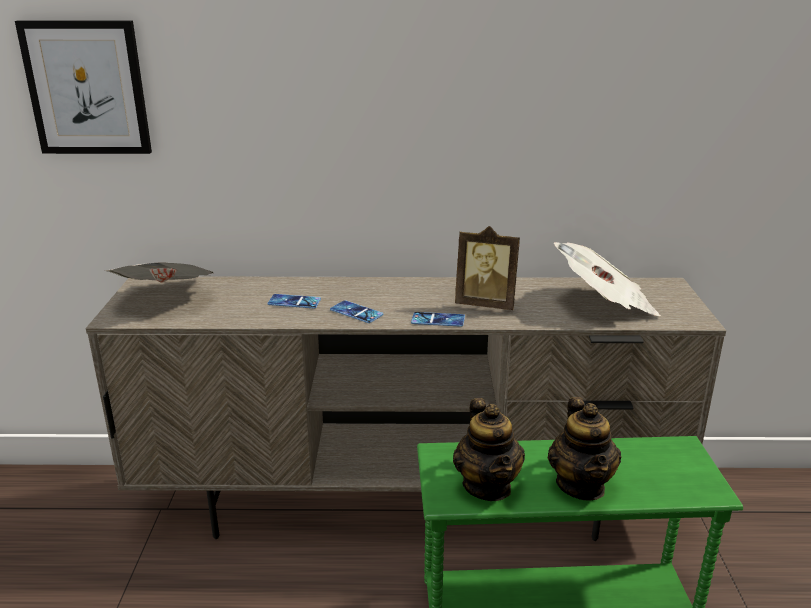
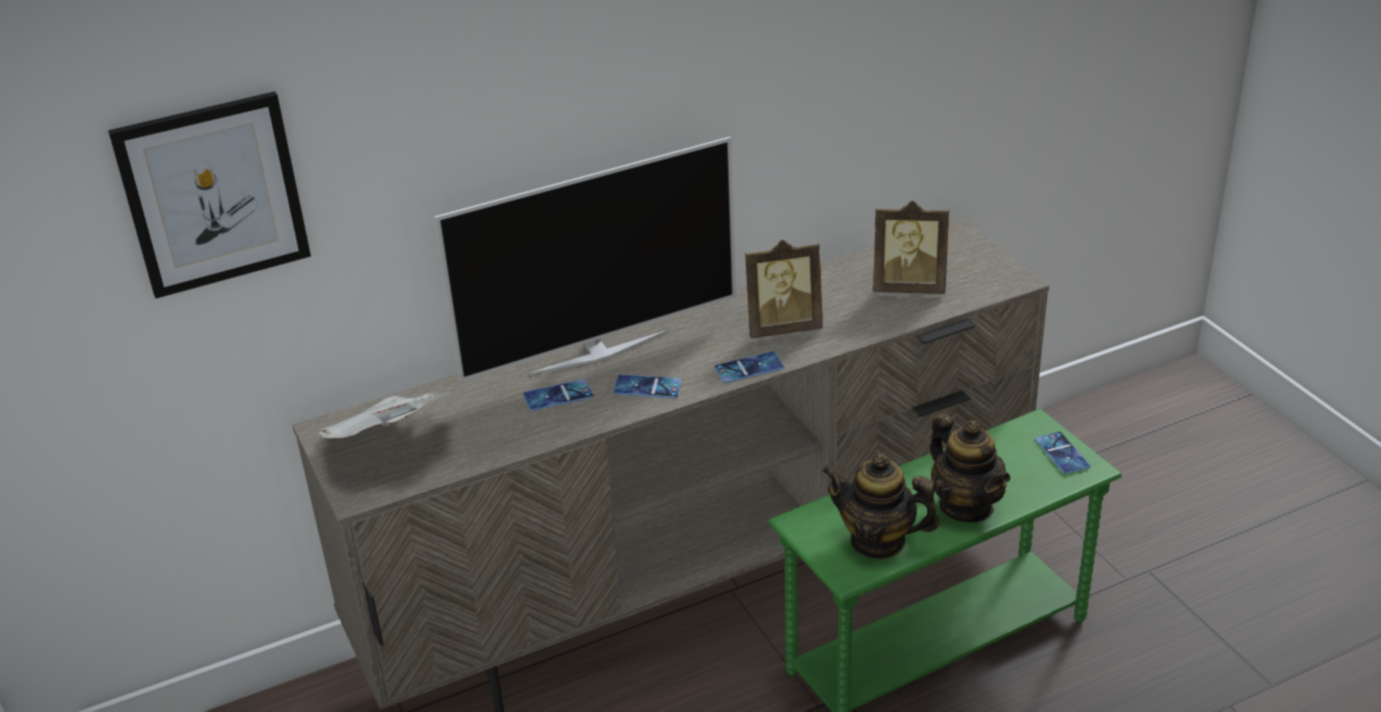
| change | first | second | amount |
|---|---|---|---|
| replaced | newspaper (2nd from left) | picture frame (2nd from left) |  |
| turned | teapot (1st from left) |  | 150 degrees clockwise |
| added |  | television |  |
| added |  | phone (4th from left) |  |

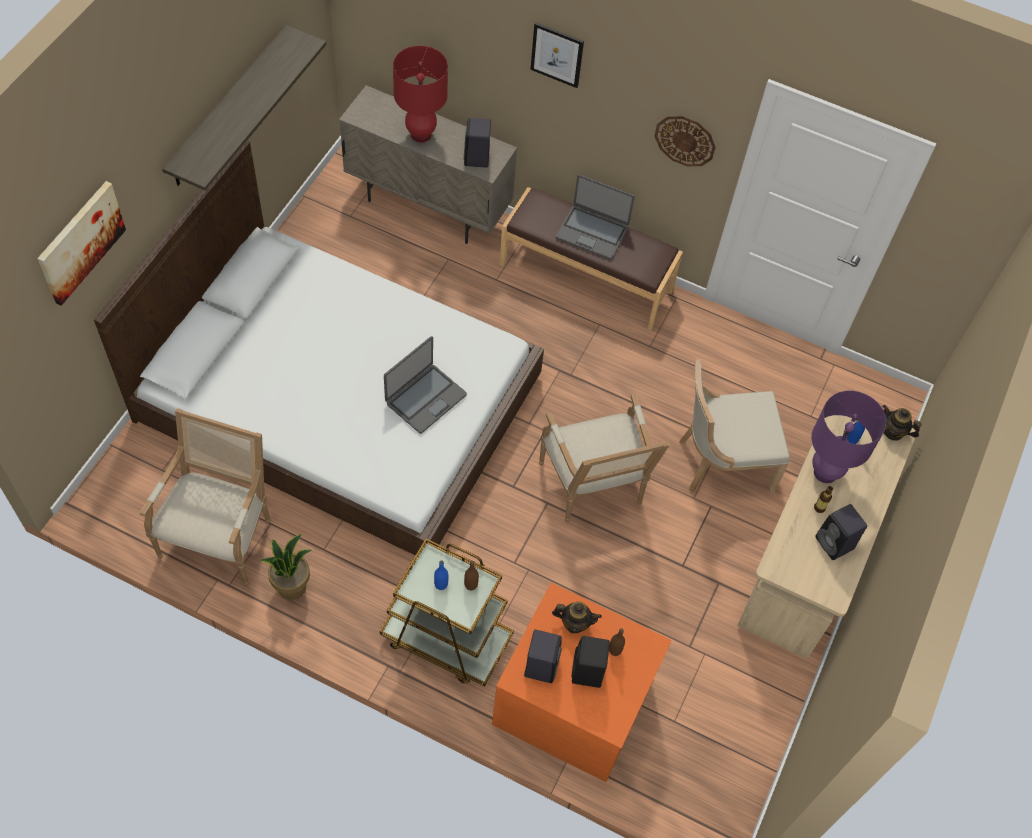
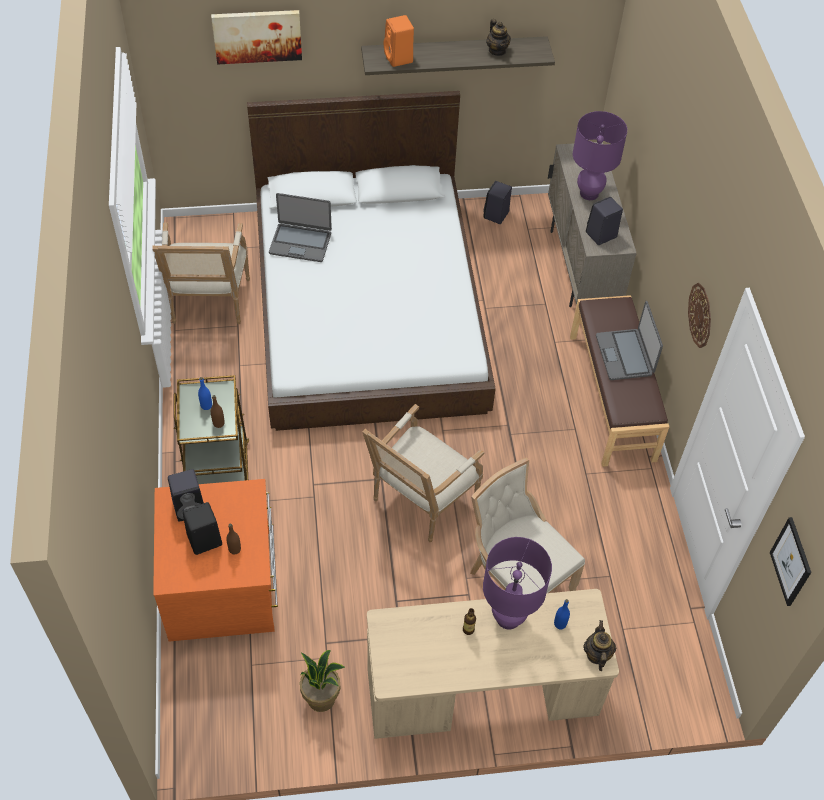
| change | first | second | amount |
|---|---|---|---|
| moved | picture (2nd from left) |  |  |
| recoloured | red table lamp | purple table lamp (2nd from left) |  |
| moved | laptop (1st from left) |  |  |
| turned | armchair (1st from left) |  | 105 degrees clockwise |
| moved | black speaker (4th from left in the first image) | black speaker (3rd from left) |  |
| moved | potted plant |  |  |
| moved | teapot (1st from left) |  |  |
| added |  | orange speaker |  |

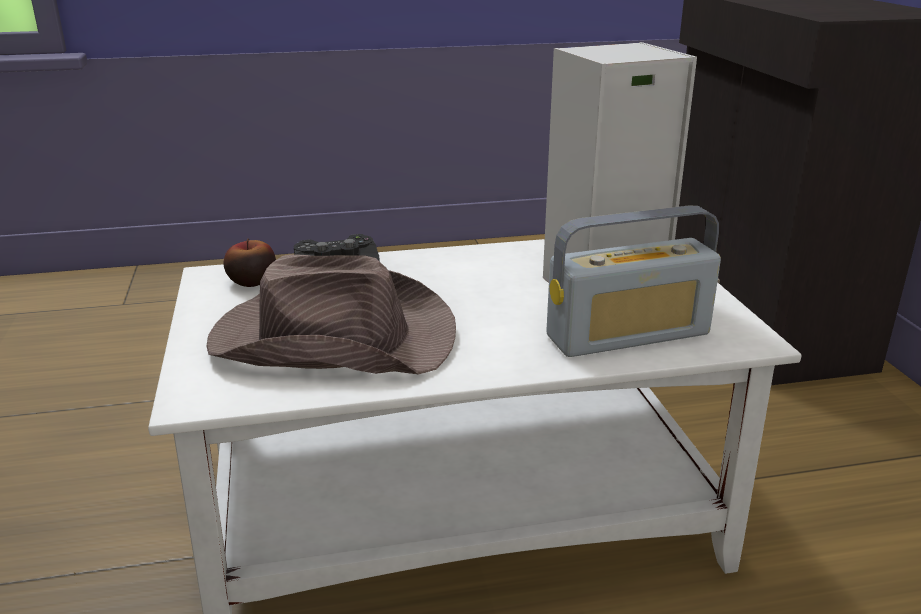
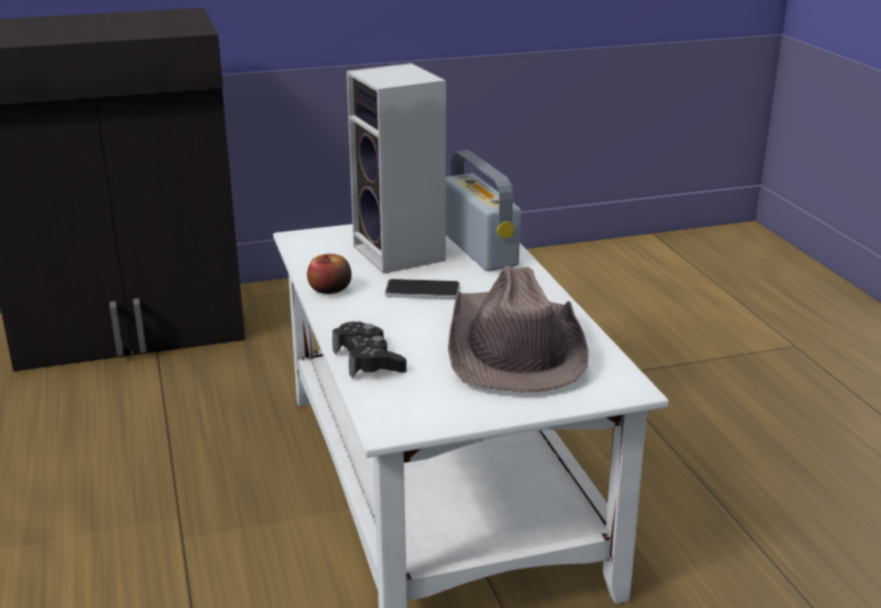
| change | first | second | amount |
|---|---|---|---|
| moved | apple |  |  |
| added |  | phone |  |

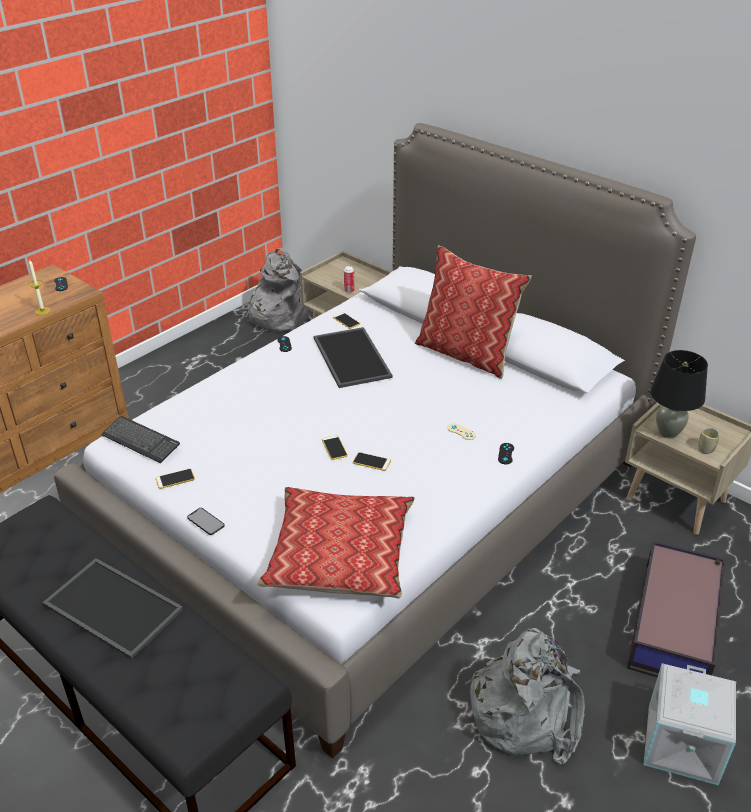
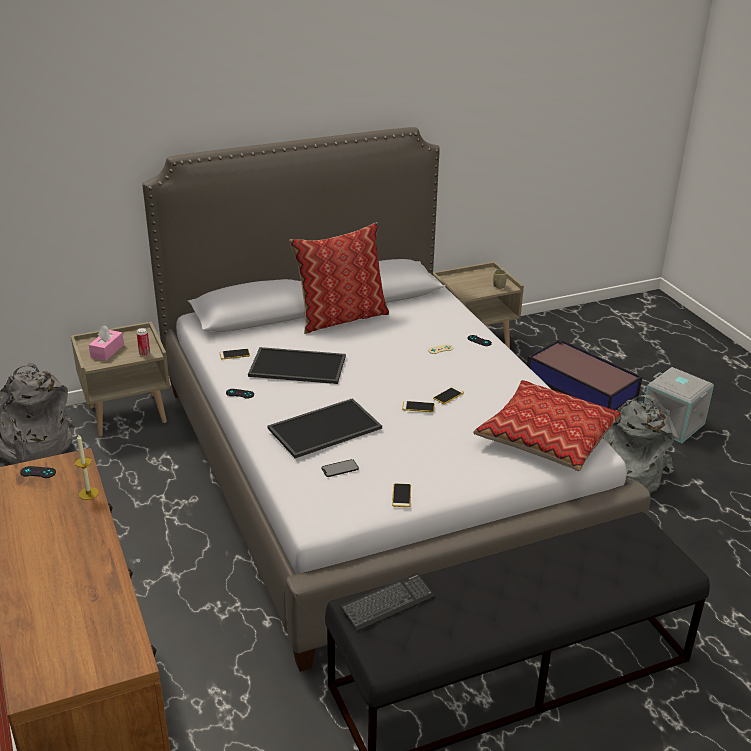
| change | first | second | amount |
|---|---|---|---|
| removed | black table lamp |  |  |
| moved | keyboard |  |  |
| moved | phone (2nd from left) |  |  |
| moved | tray (1st from left in the first image) | tray (2nd from left) |  |
| added |  | pink tissue box |  |

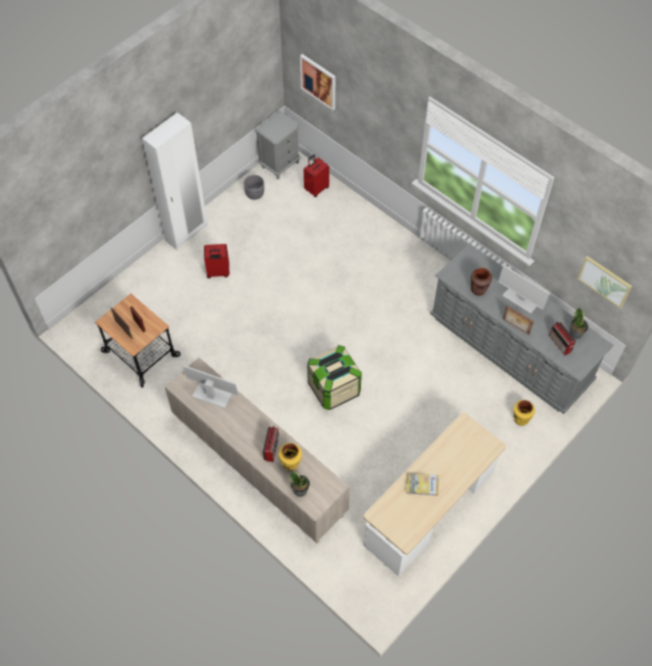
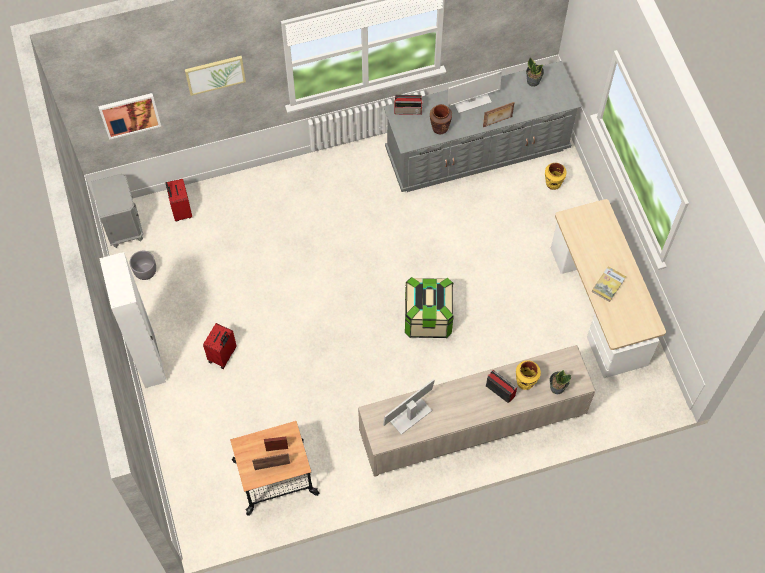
| change | first | second | amount |
|---|---|---|---|
| moved | picture (2nd from left) |  |  |
| moved | radio (2nd from left in the first image) | radio (1st from left) |  |

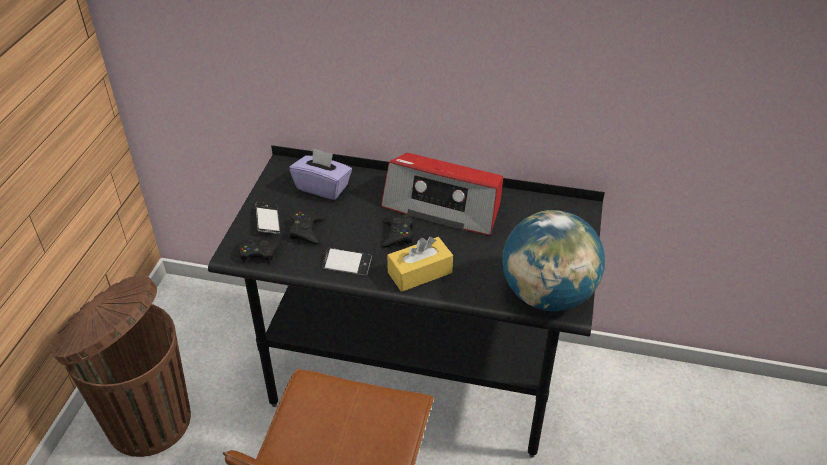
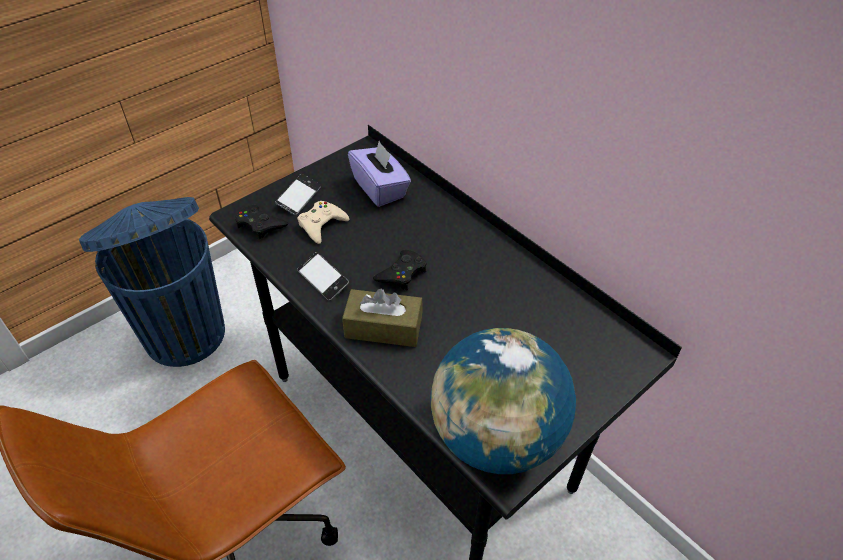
| change | first | second | amount |
|---|---|---|---|
| removed | radio |  |  |
| recoloured | black game controller (2nd from left) | beige game controller |  |
| recoloured | yellow tissue box | brown tissue box |  |
| recoloured | brown trash can | blue trash can |  |

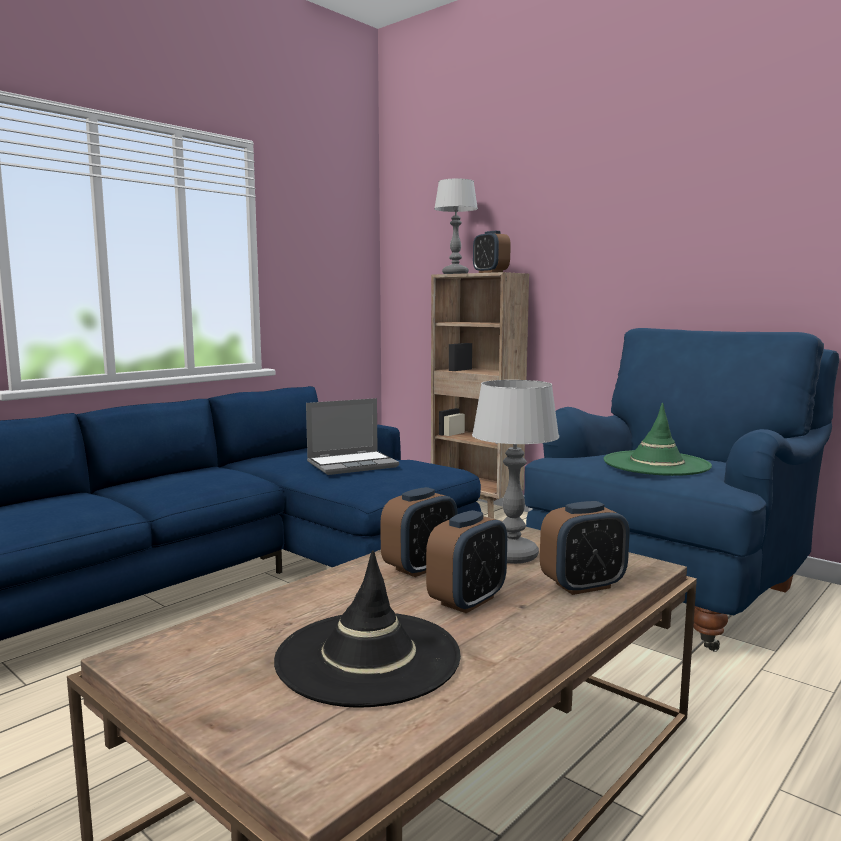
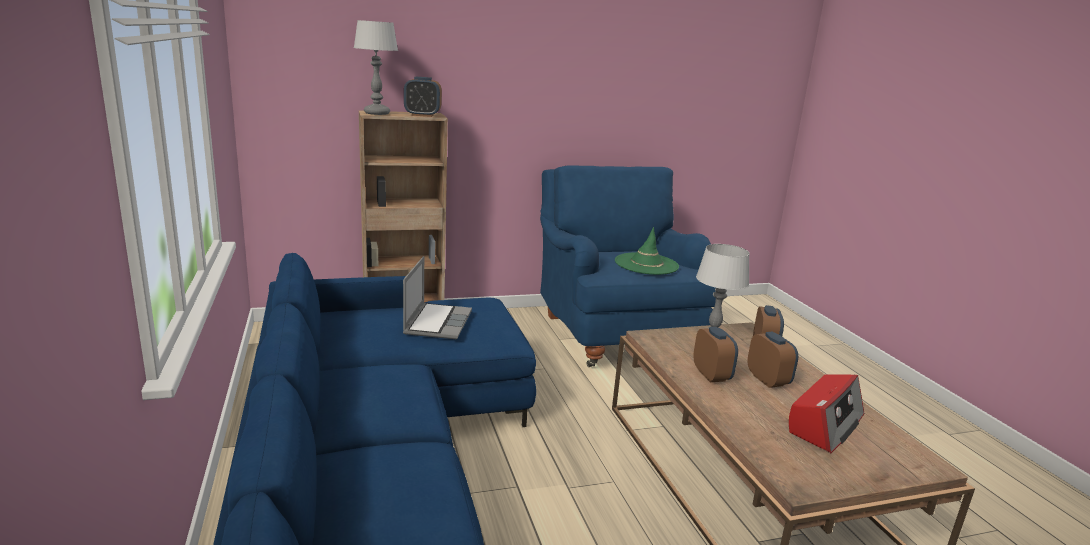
| change | first | second | amount |
|---|---|---|---|
| replaced | black hat | radio |  |

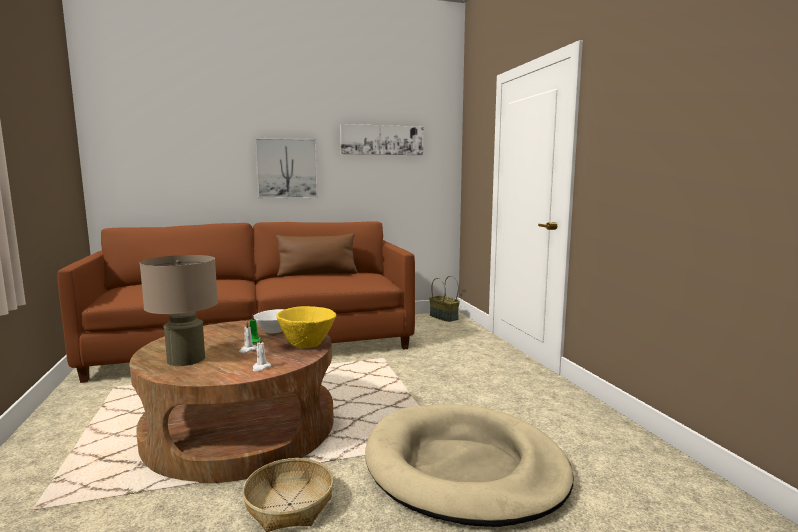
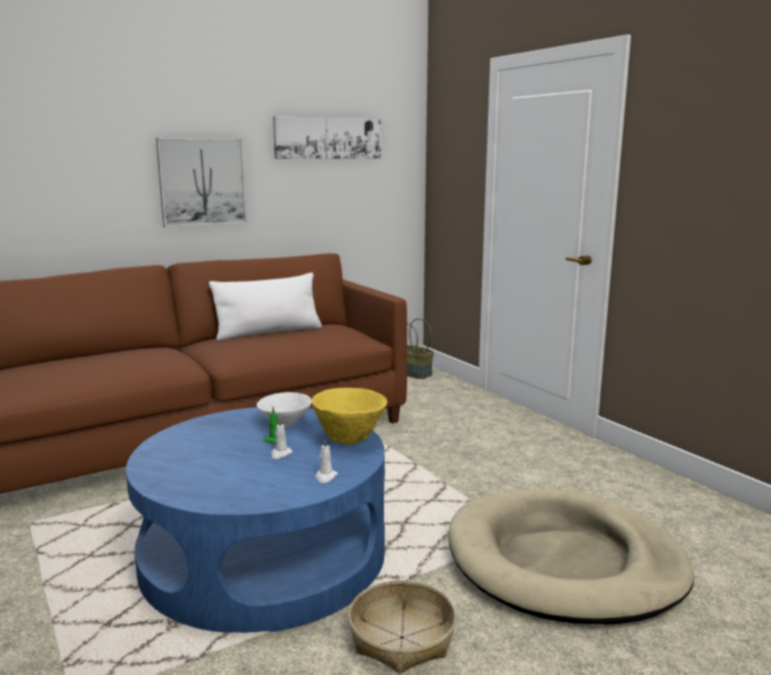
| change | first | second | amount |
|---|---|---|---|
| recoloured | brown pillow | white pillow |  |
| removed | beige table lamp |  |  |
| recoloured | brown coffee table | blue coffee table |  |

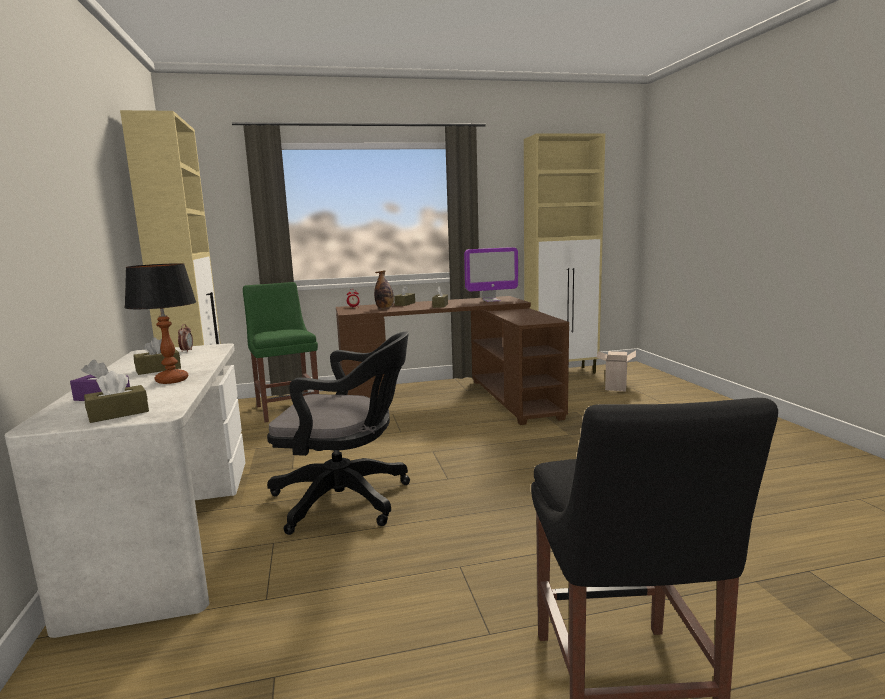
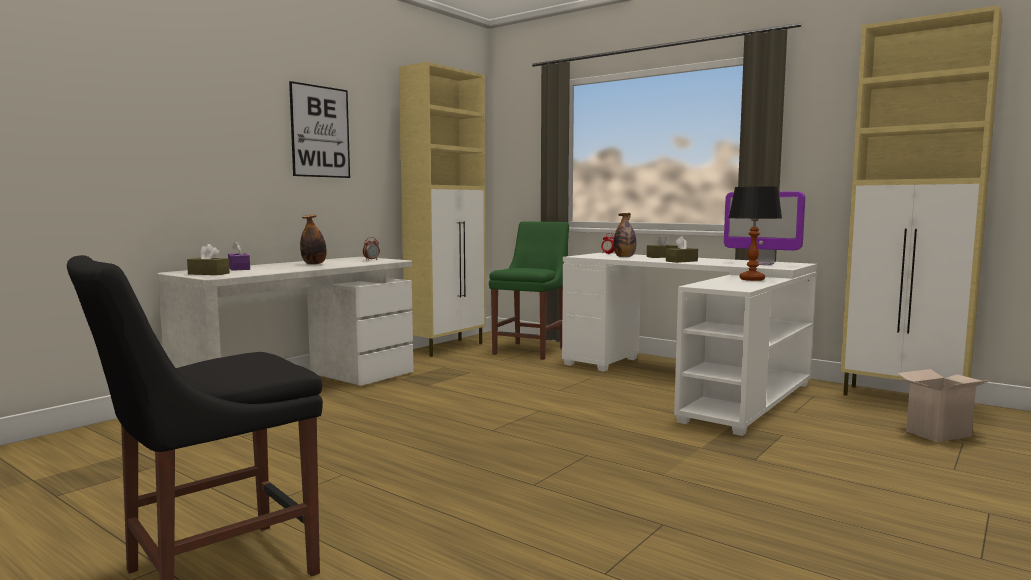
| change | first | second | amount |
|---|---|---|---|
| moved | table lamp |  |  |
| recoloured | brown desk | white desk (2nd from left) |  |
| removed | black office chair |  |  |
| replaced | brown tissue box (2nd from left) | bottle (1st from left) |  |
| added |  | picture |  |

